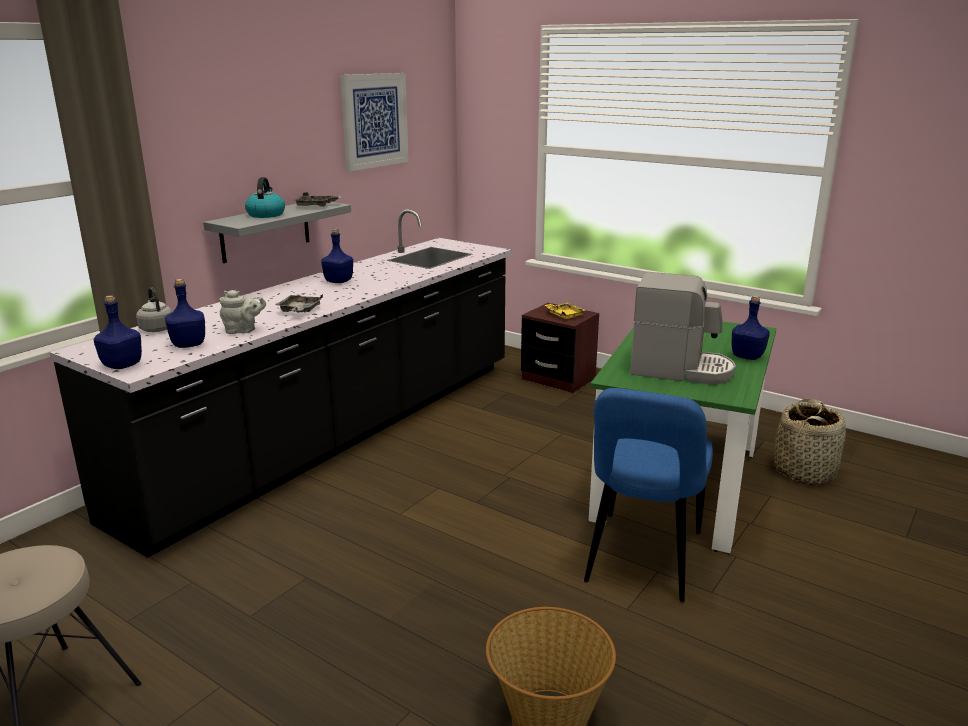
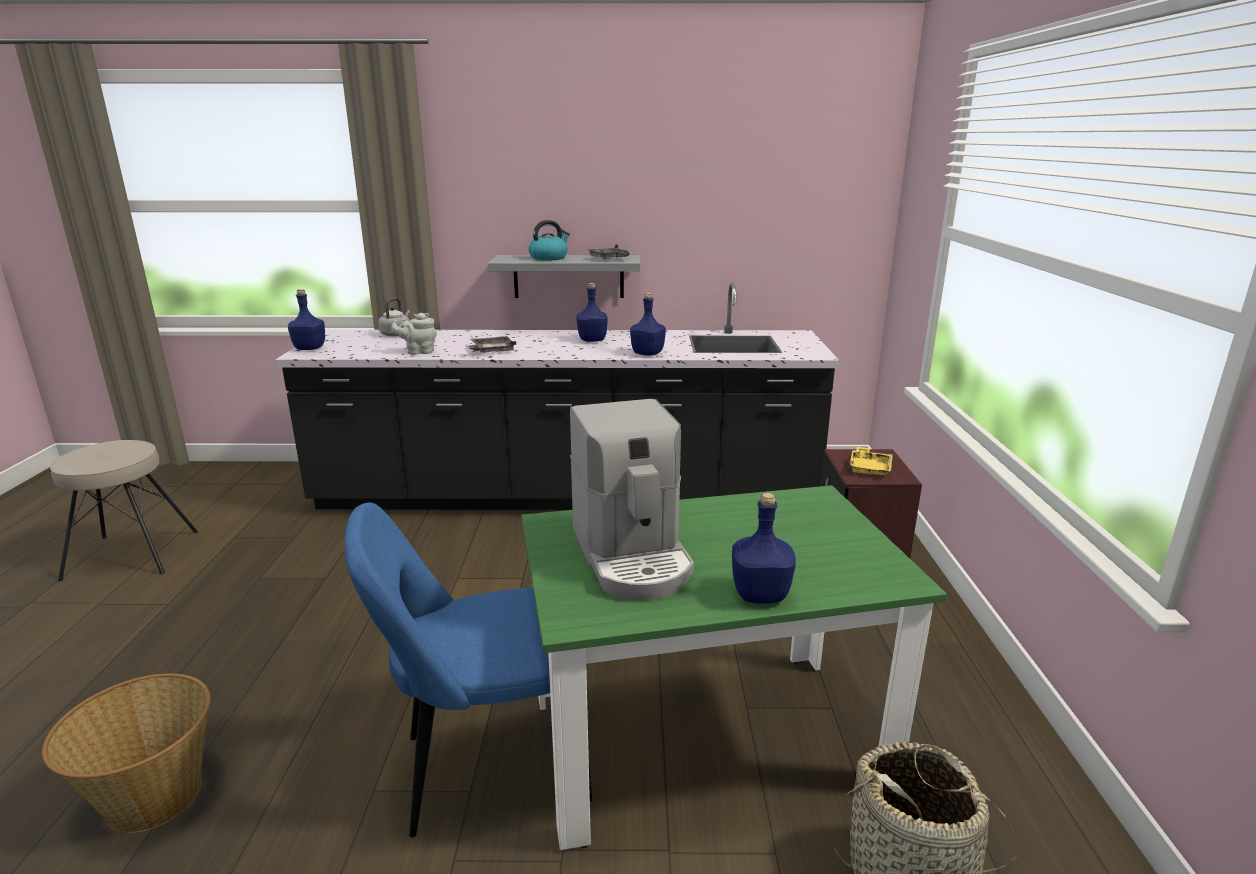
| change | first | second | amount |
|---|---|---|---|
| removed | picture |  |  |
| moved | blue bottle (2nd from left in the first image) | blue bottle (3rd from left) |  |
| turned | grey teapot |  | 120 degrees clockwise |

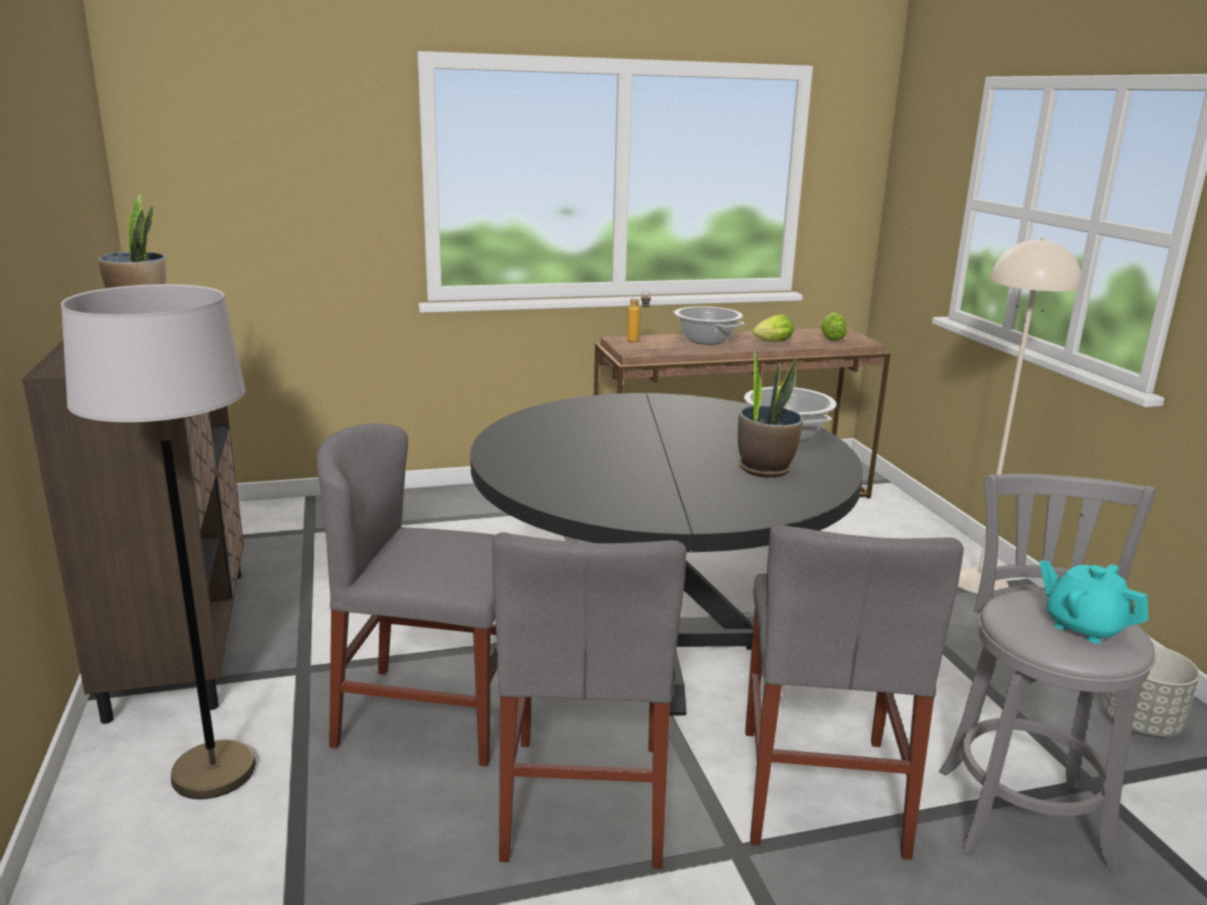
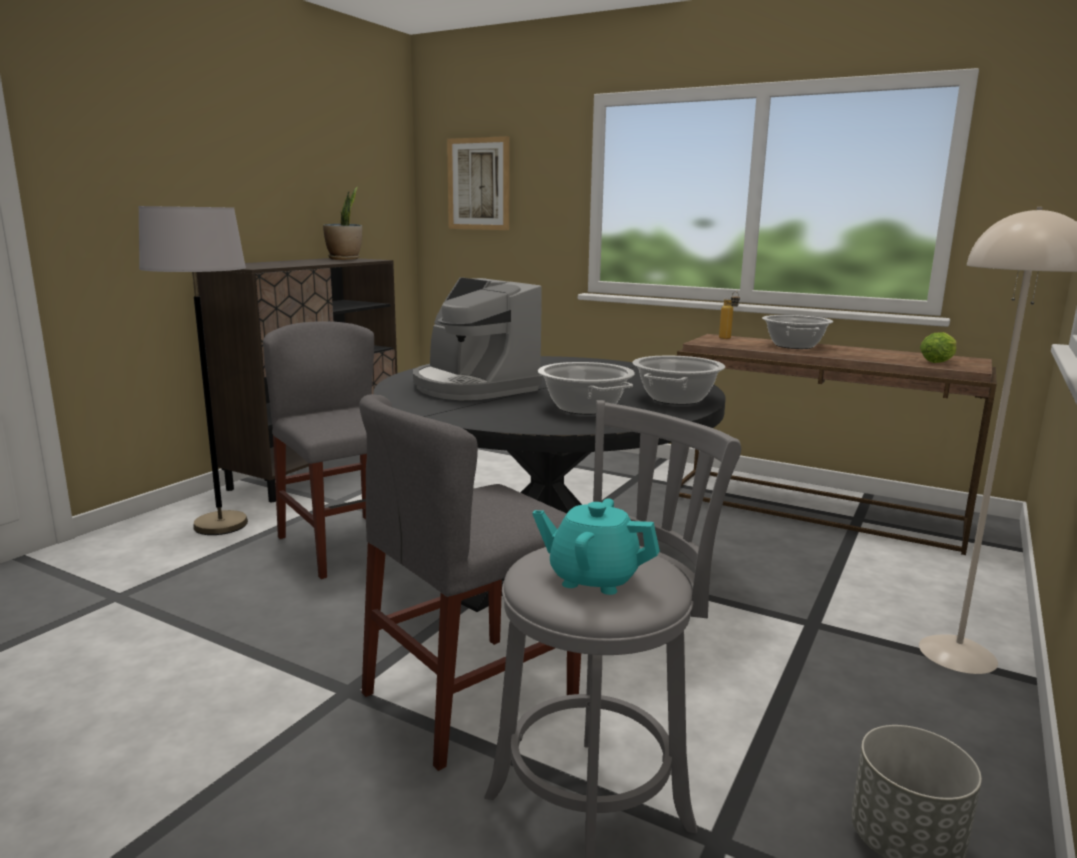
| change | first | second | amount |
|---|---|---|---|
| removed | lettuce (1st from left) |  |  |
| replaced | potted plant (2nd from left) | cooking pot (1st from left) |  |
| removed | grey chair (2nd from left) |  |  |
| turned | turquoise teapot |  | 75 degrees counterclockwise |
| added |  | picture |  |
| added |  | coffee machine |  |

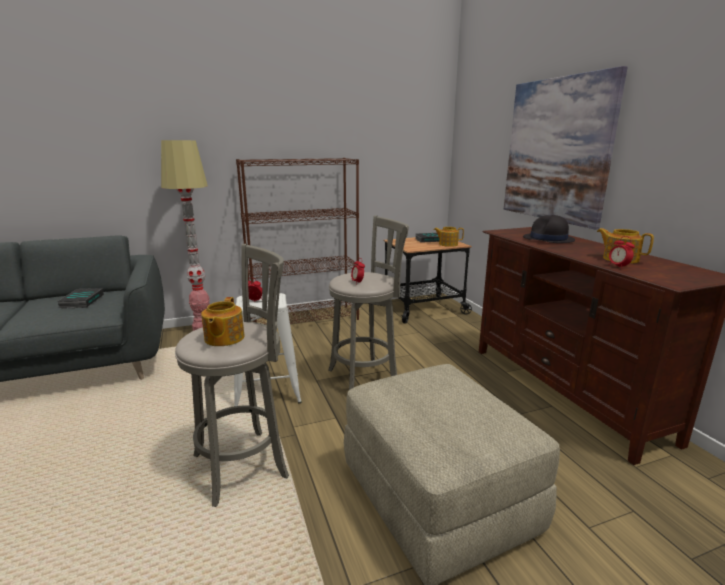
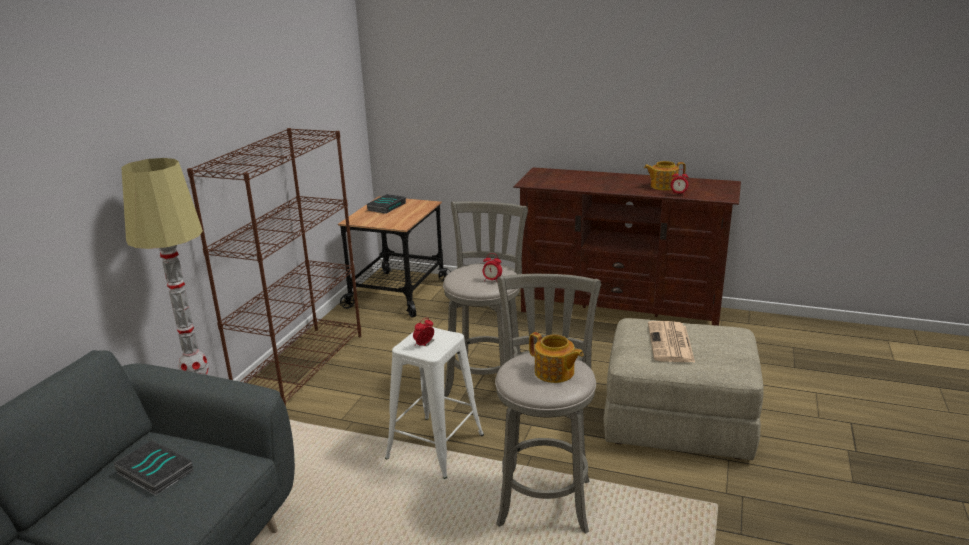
| change | first | second | amount |
|---|---|---|---|
| removed | picture |  |  |
| removed | black hat |  |  |
| removed | teapot (2nd from left) |  |  |
| added |  | newspaper |  |

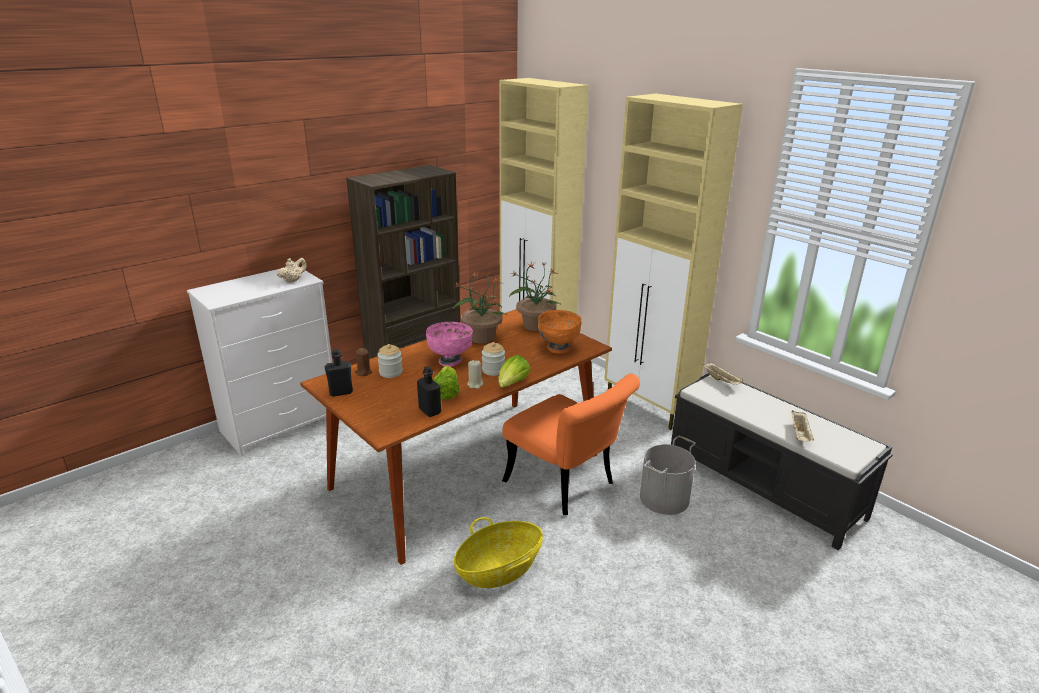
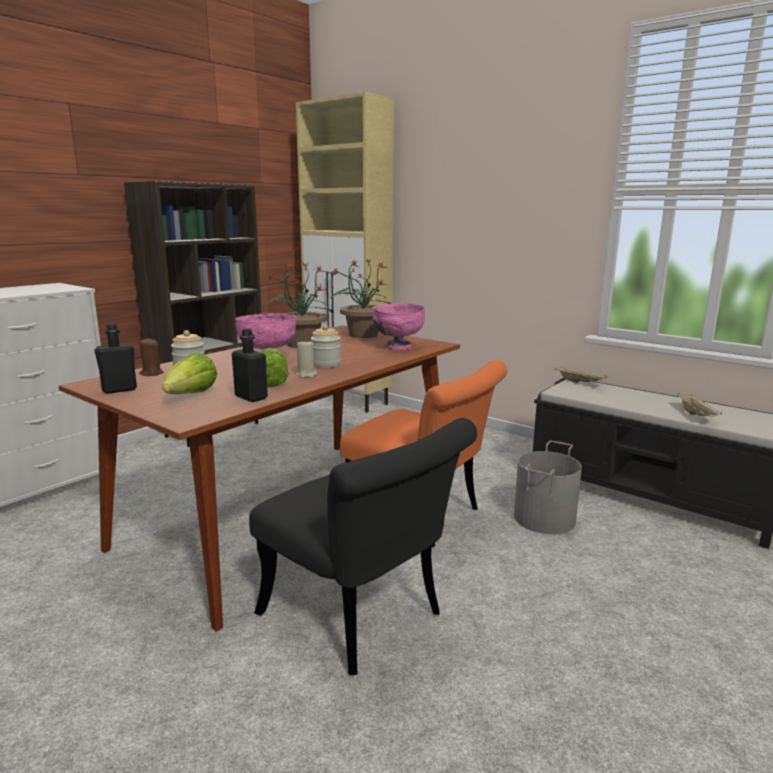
| change | first | second | amount |
|---|---|---|---|
| removed | beige cabinet (2nd from left) |  |  |
| removed | beige teapot |  |  |
| recoloured | orange bowl | pink bowl (2nd from left) |  |
| moved | lettuce (2nd from left in the first image) | lettuce (1st from left) |  |
| replaced | basket | black chair |  |

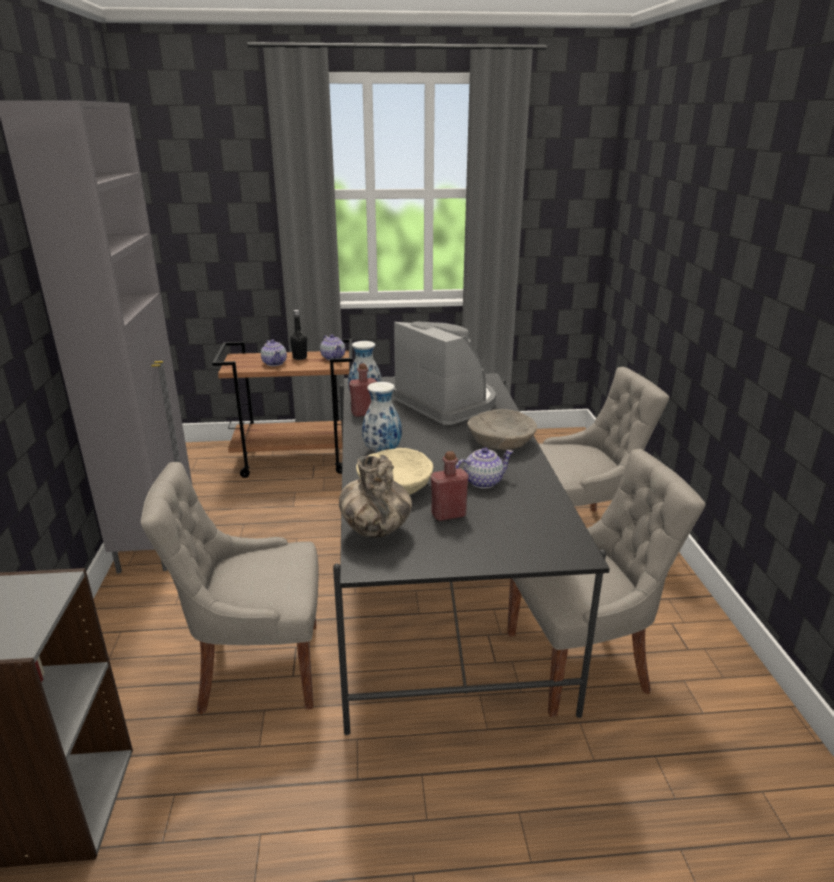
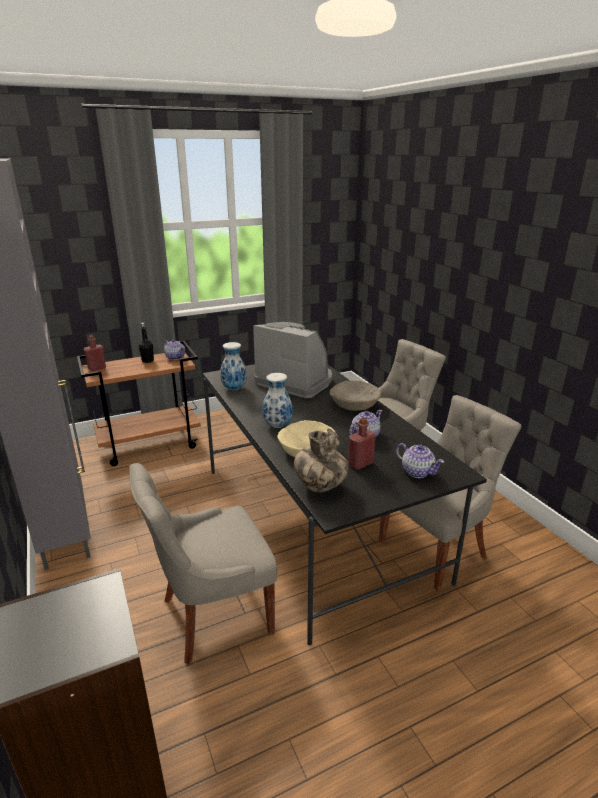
| change | first | second | amount |
|---|---|---|---|
| moved | teapot (1st from left in the first image) | teapot (3rd from left) |  |
| moved | red bottle (1st from left) |  |  |

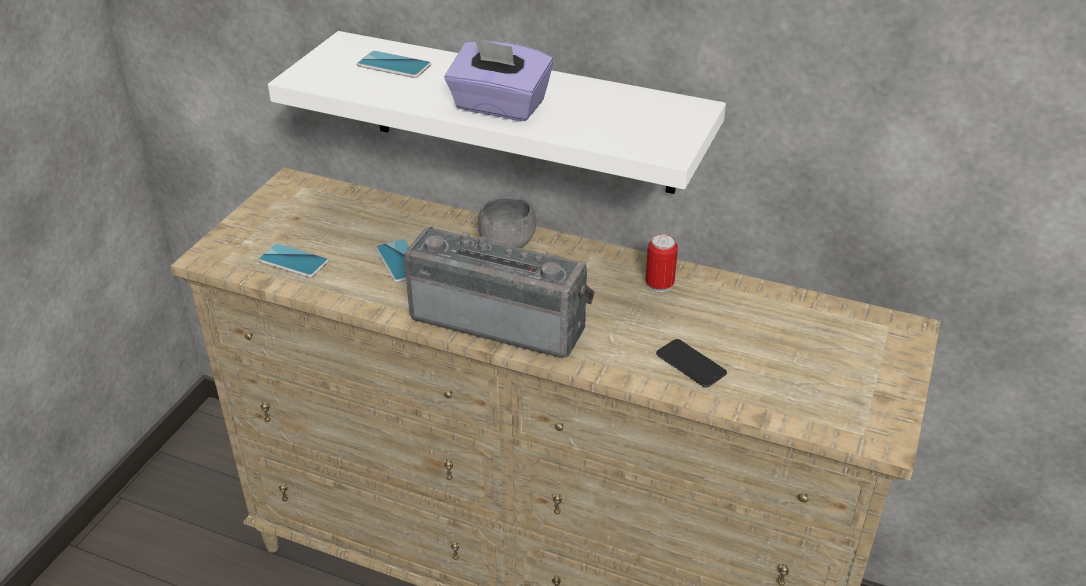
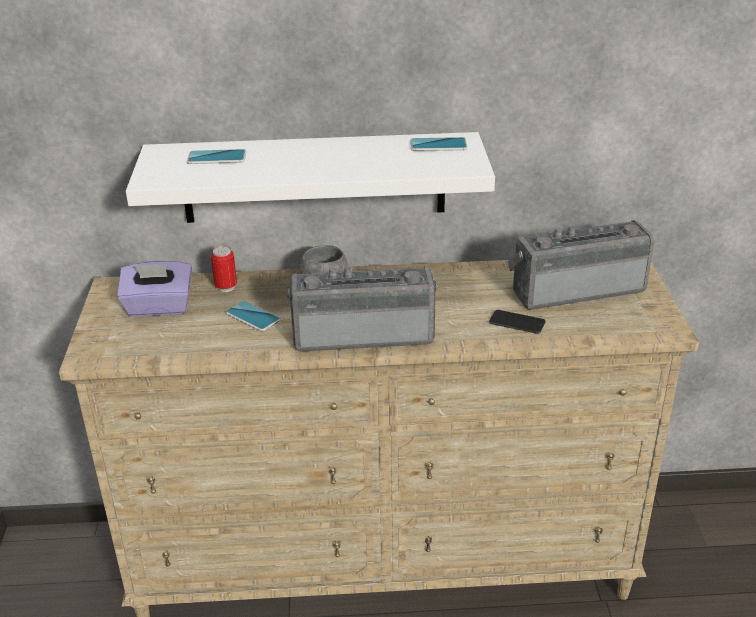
| change | first | second | amount |
|---|---|---|---|
| moved | purple tissue box |  |  |
| moved | can |  |  |
| moved | phone (1st from left in the first image) | phone (3rd from left) |  |
| added |  | radio (2nd from left) |  |

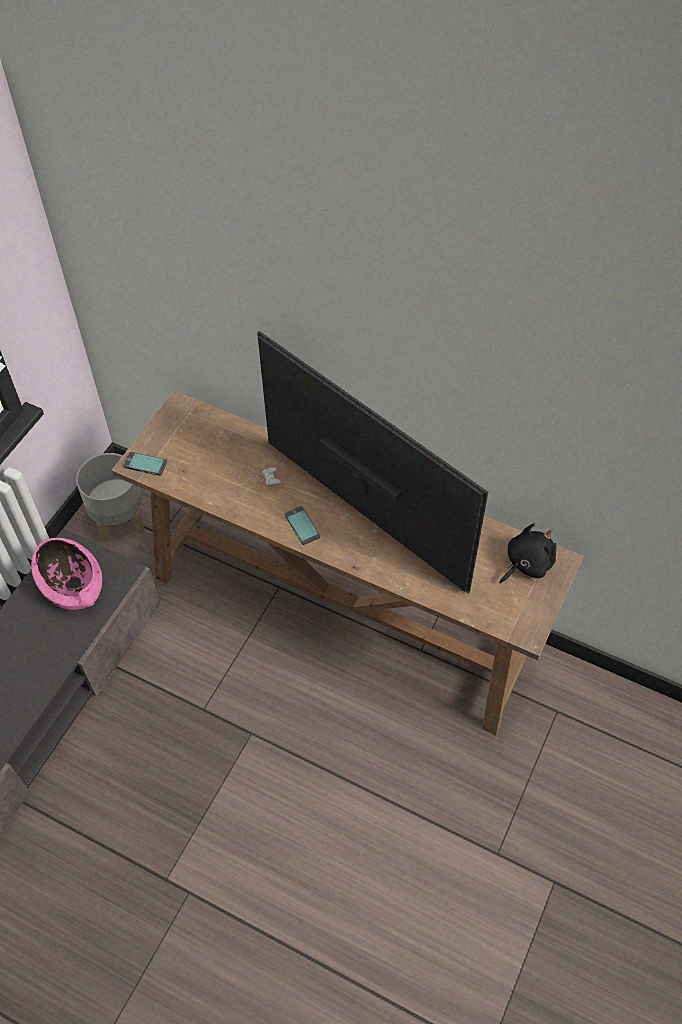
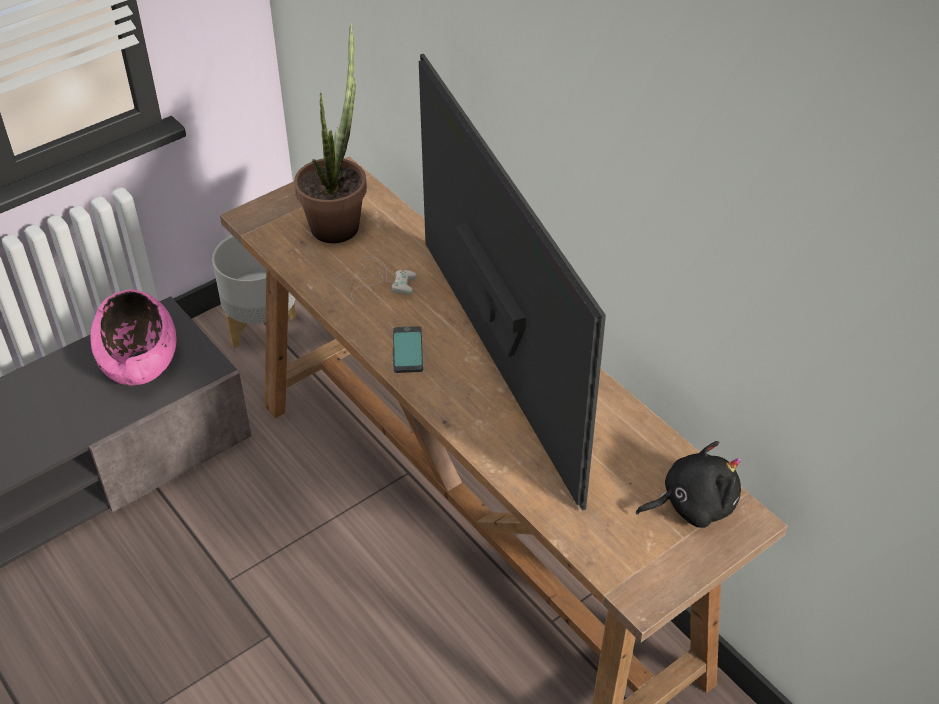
| change | first | second | amount |
|---|---|---|---|
| removed | phone (1st from left) |  |  |
| added |  | potted plant |  |

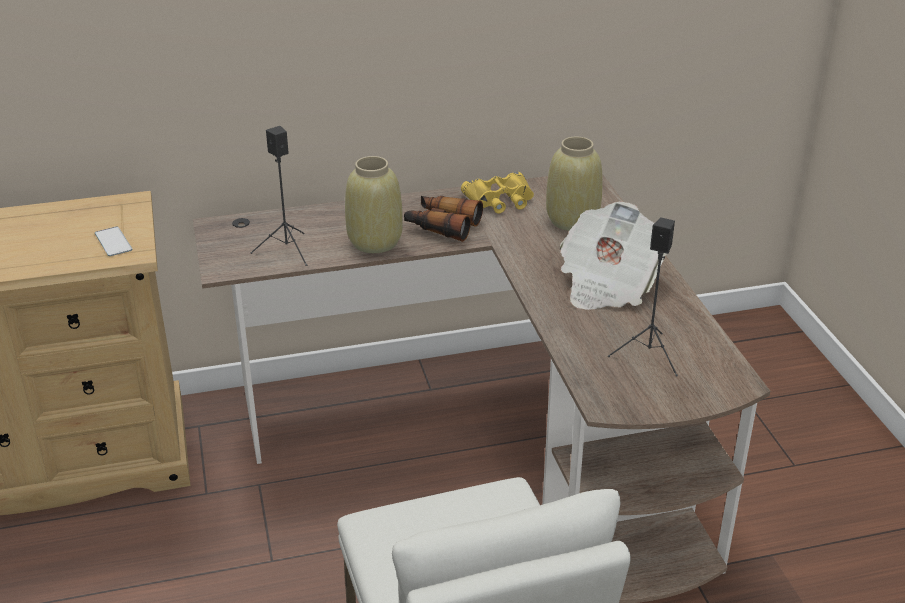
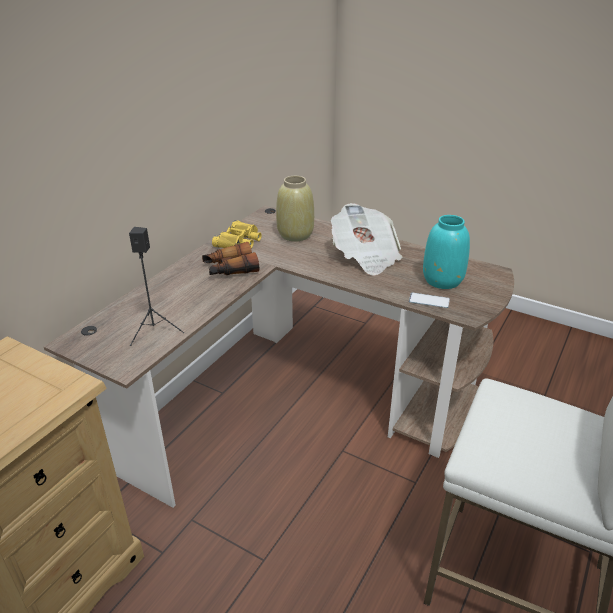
| change | first | second | amount |
|---|---|---|---|
| removed | beige vase (1st from left) |  |  |
| replaced | black speaker (2nd from left) | turquoise vase |  |
| moved | phone |  |  |

